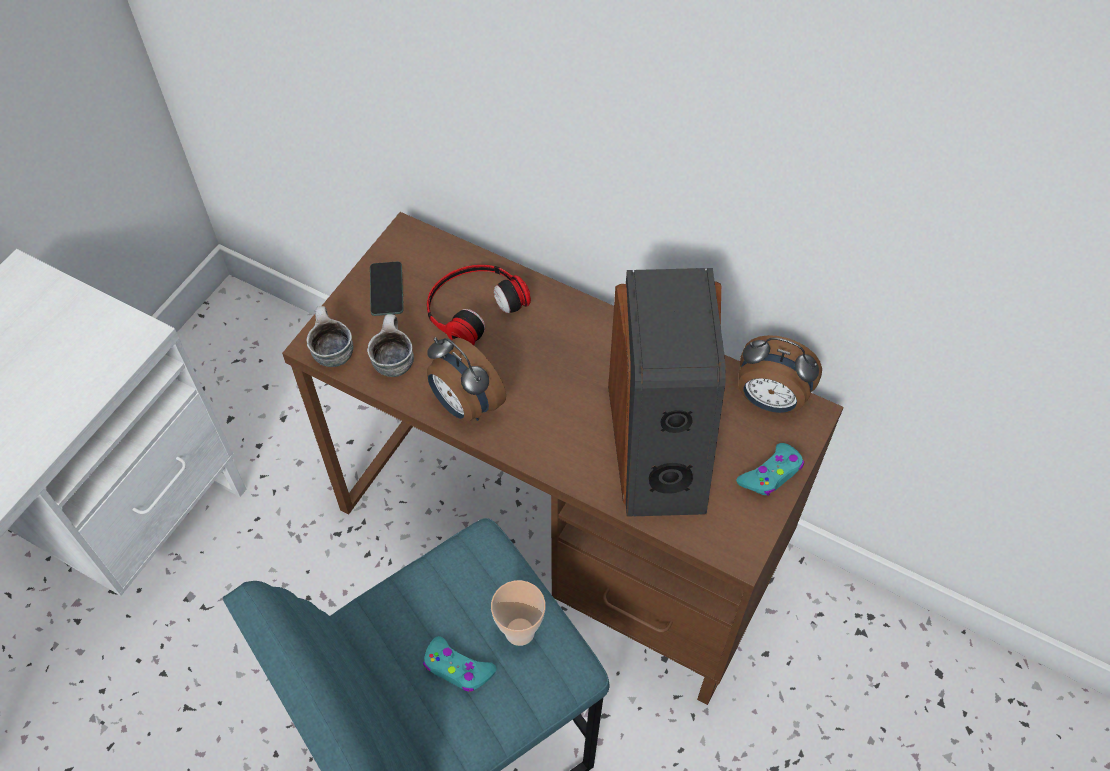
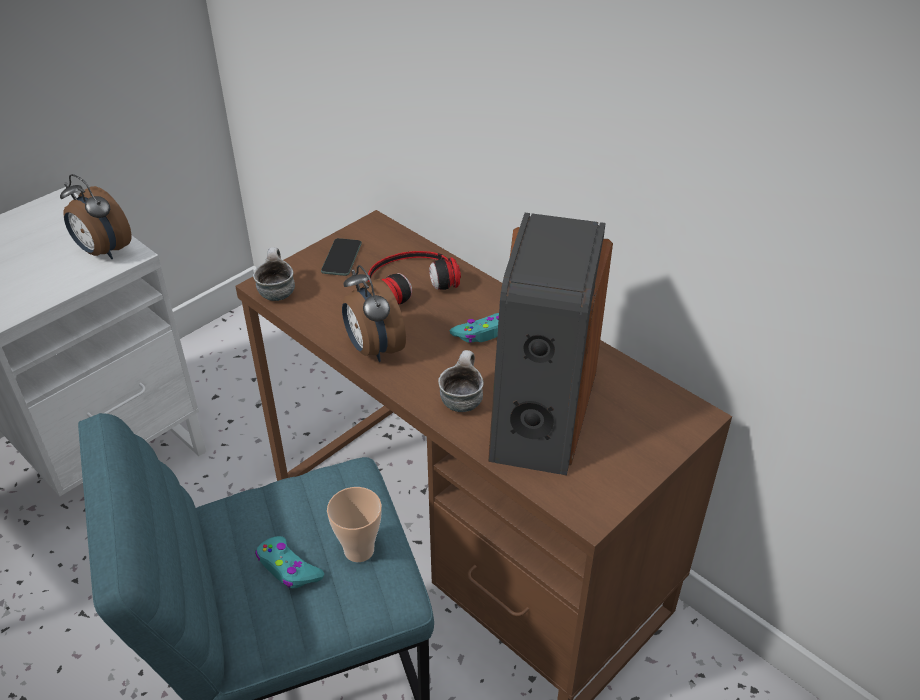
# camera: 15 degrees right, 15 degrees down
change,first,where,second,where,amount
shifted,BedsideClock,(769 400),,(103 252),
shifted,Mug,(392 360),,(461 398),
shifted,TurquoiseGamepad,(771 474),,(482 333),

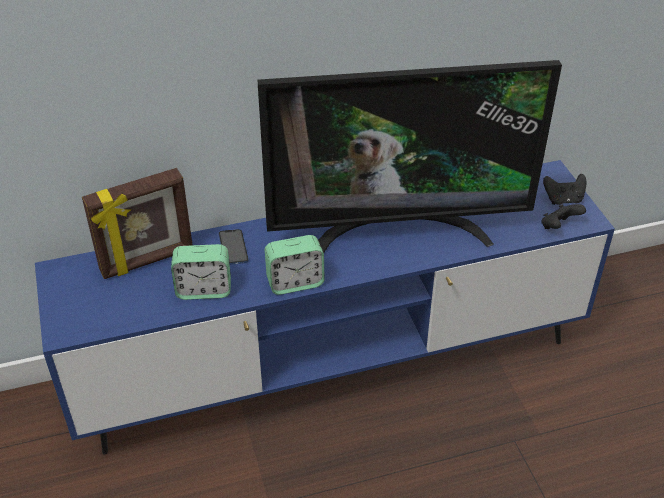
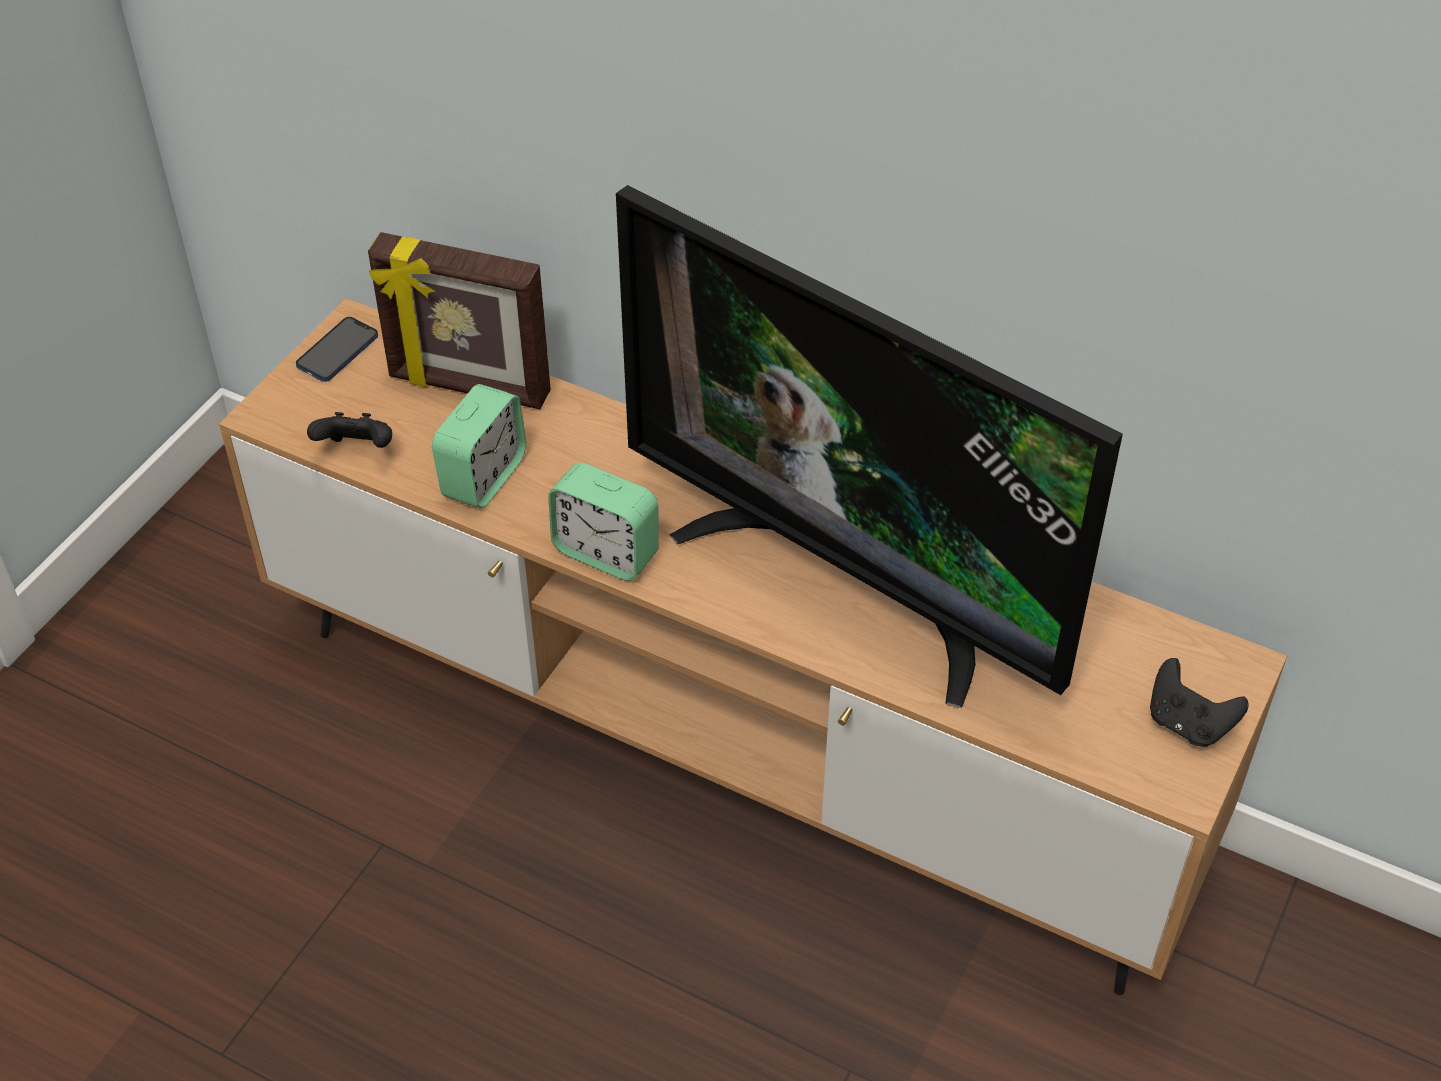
# camera: 45 degrees right, 5 degrees up
change,first,where,second,where,amount
repainted,BluishTvStand,(331 367),BrownColouredTvStand,(722 747),
shifted,Phone,(233 248),,(337 351),
shifted,BlackColouredGamepad,(558 227),,(357 450),
rotated,BedsideClock,(204 290),,(484 477),105 degrees counterclockwise

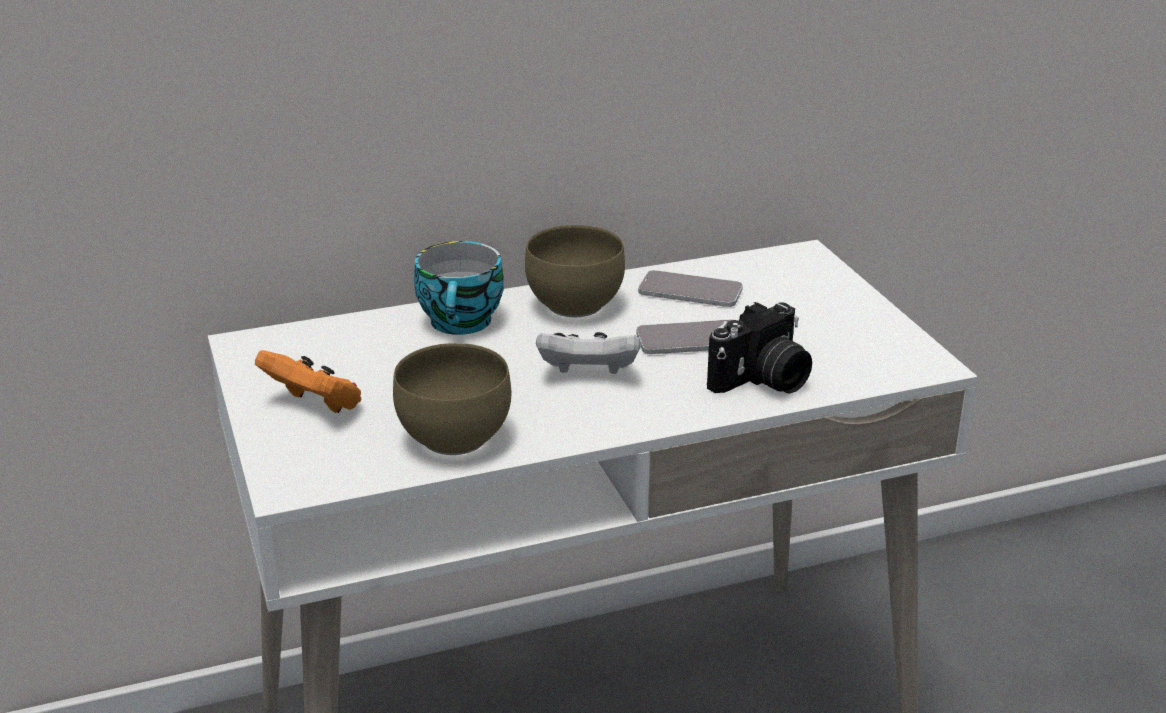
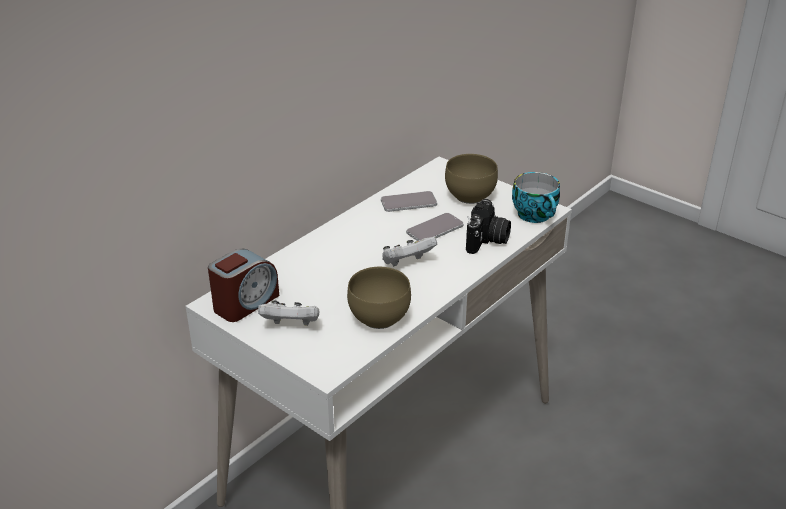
# camera: 30 degrees left, 5 degrees up
change,first,where,second,where,amount
new,,,BedsideClock,(245 303),
repainted,OrangeGamepad,(315 406),WhiteColouredGamepad,(291 325),
shifted,BrownColouredBowl,(571 305),,(468 197),
shifted,Cup,(462 323),,(536 215),

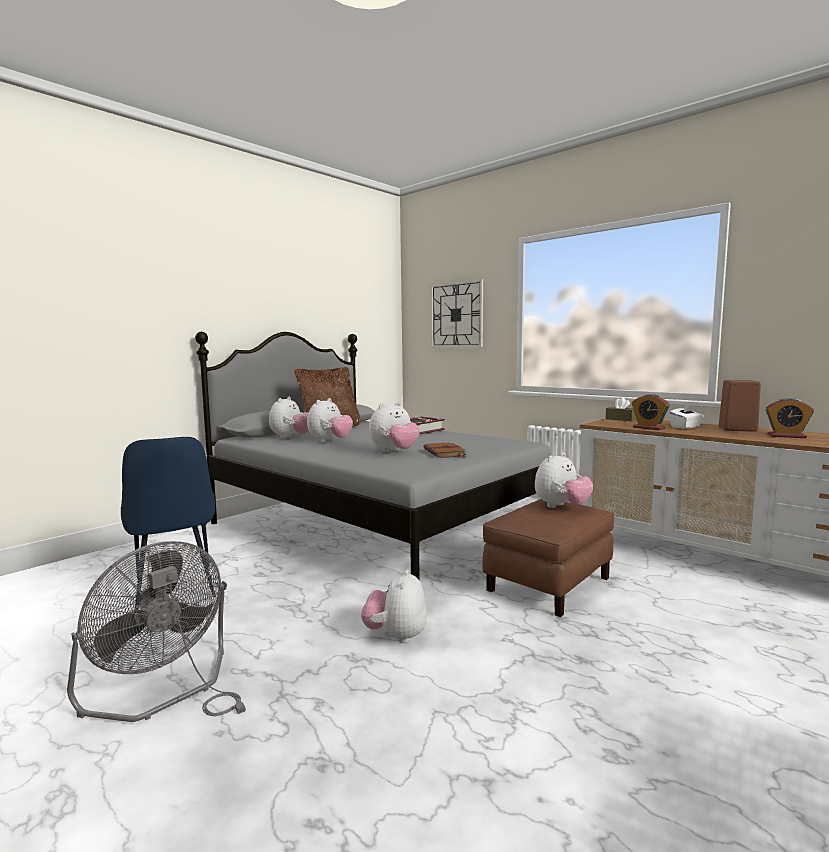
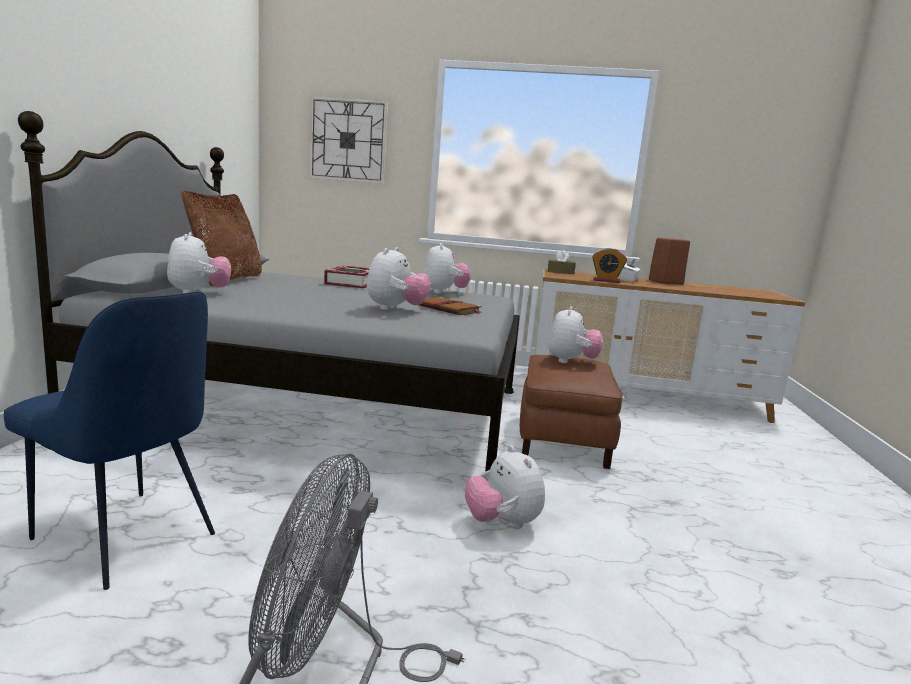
# camera: 35 degrees left, 5 degrees up
change,first,where,second,where,amount
shifted,SoftToy,(330 441),,(444 292),
gone,BedsideClock,(786 436),,,

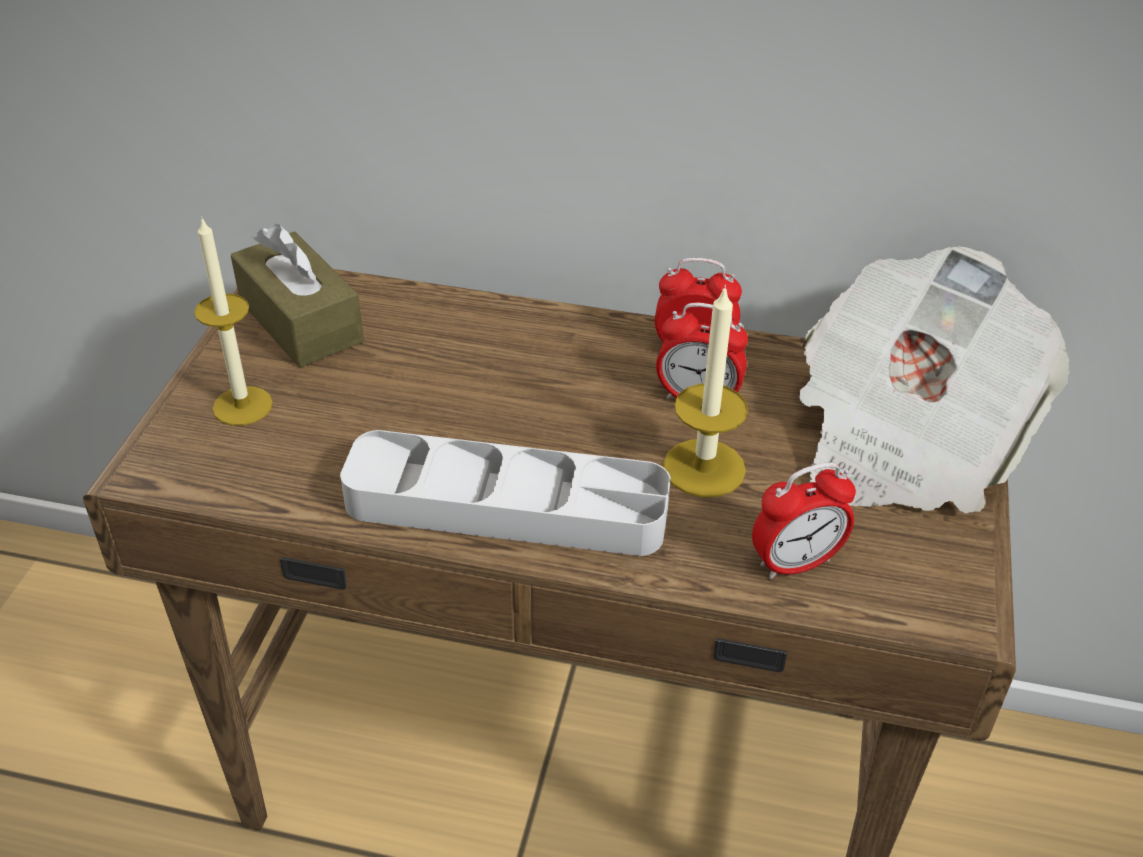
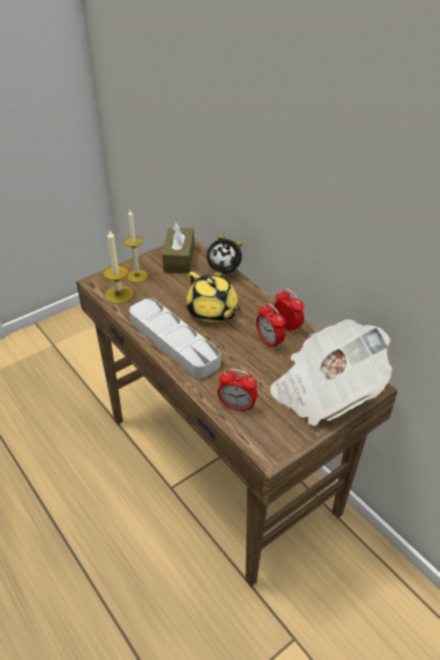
# camera: 40 degrees right, 0 degrees up
change,first,where,second,where,amount
shifted,Candle,(704 468),,(119 294),
new,,,YellowColouredPotForTea,(212 312),
new,,,BedsideClock,(222 275),

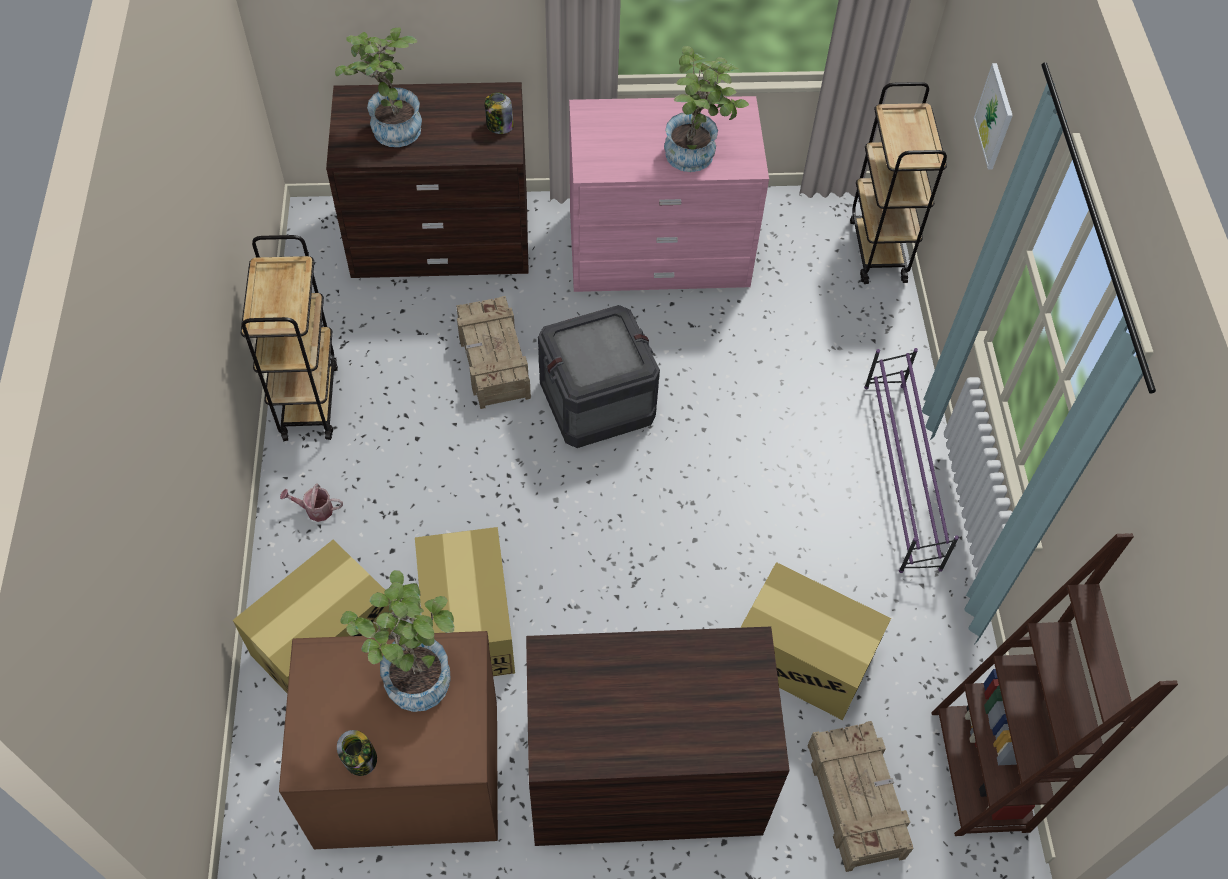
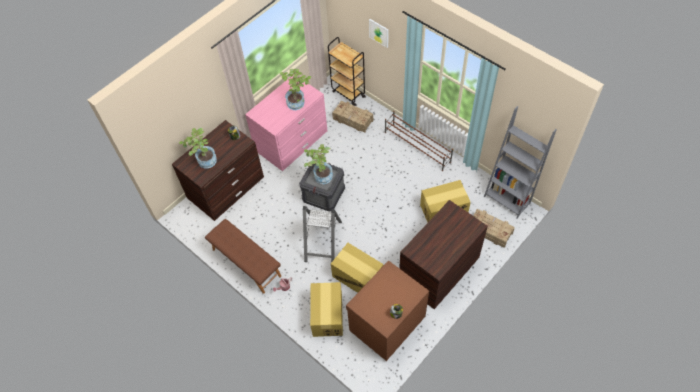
# camera: 40 degrees left, 0 degrees up
change,first,where,second,where,amount
swapped,BrownColouredWheeledCart,(309 402),BrownColouredLongSeat,(246 263),
new,,,GreyishStepStool,(323 242),
shifted,PottedPlant,(414 673),,(320 176),
shifted,PackingCrate,(493 361),,(353 120),
repainted,PurpleShoeShelf,(901 475),BrownColouredShoeShelf,(417 147),
repainted,BrownColouredBookshelf,(980 771),GreyishBookshelf,(507 199),

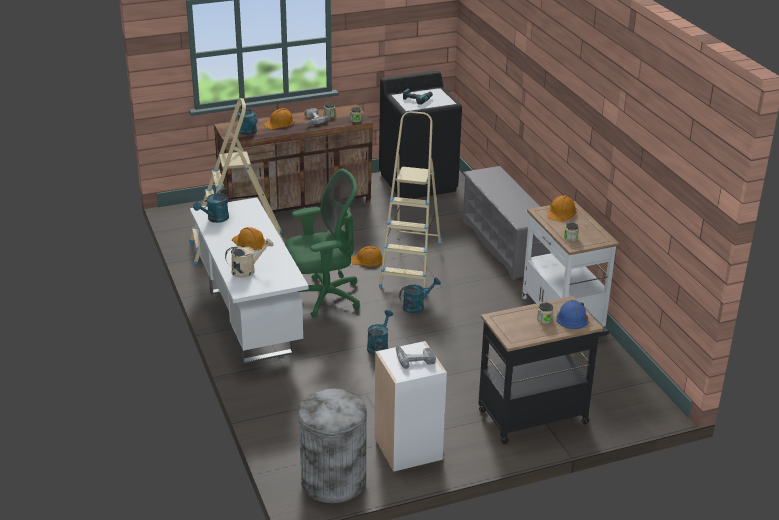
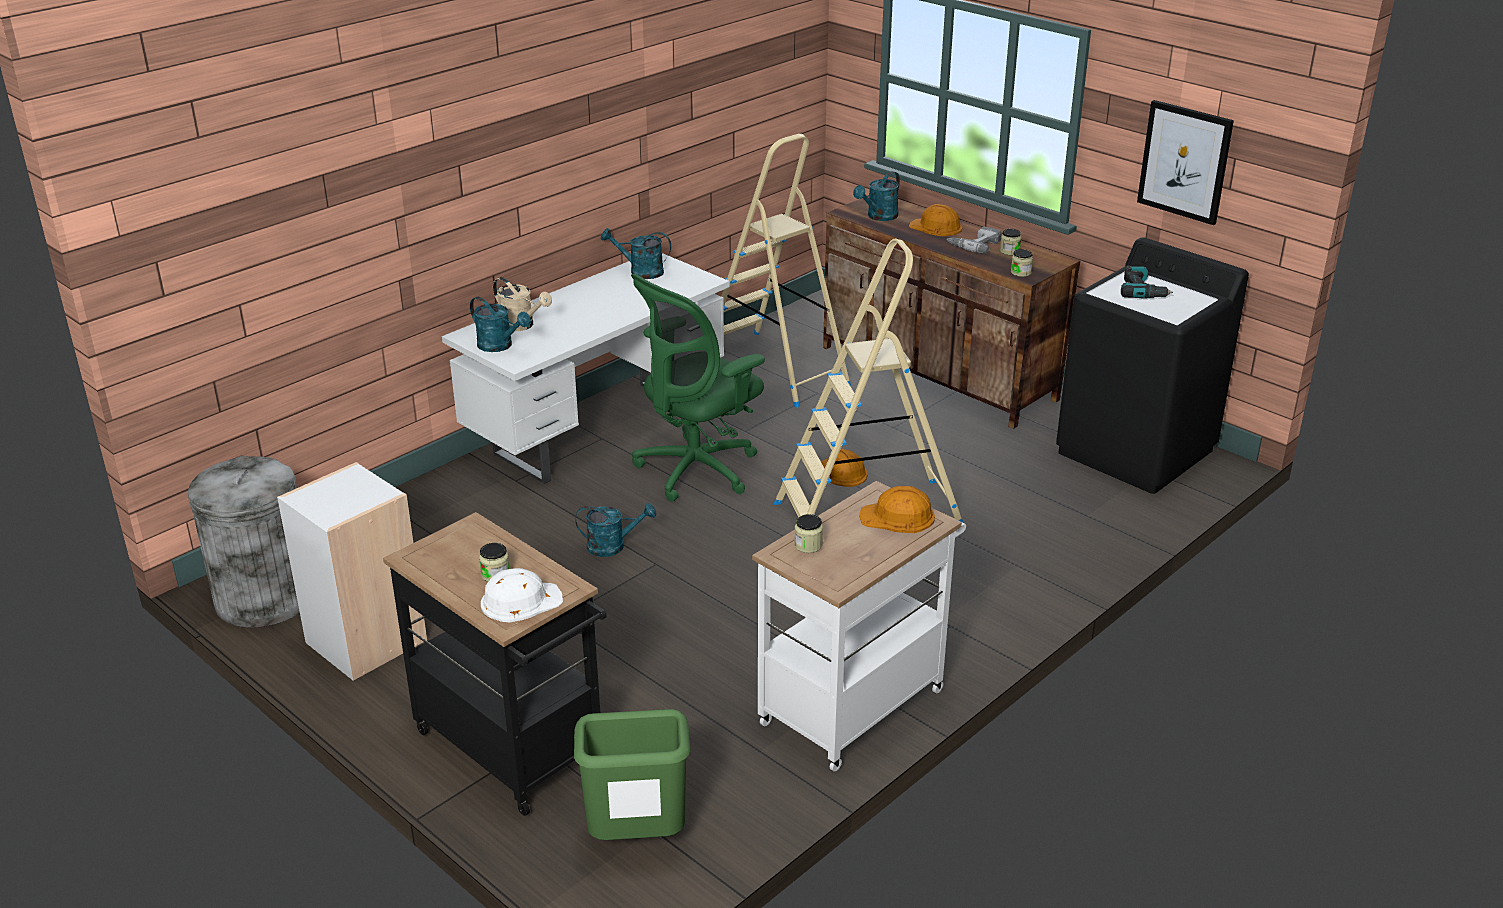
# camera: 65 degrees right, 0 degrees up
change,first,where,second,where,amount
shifted,TurquoiseWateringPot,(417 306),,(500 346),
repainted,BluishWorkHelmet,(571 317),WhiteColouredWorkHelmet,(520 601),
new,,,GreenishRubbishBin,(636 840),
rotated,GreenishDeskChair,(322 298),,(700 466),90 degrees clockwise
new,,,Picture,(1185 161),
gone,OrangeWorkHelmet,(249 242),,,
gone,ElectricDrill,(414 358),,,
gone,GreyishShoeShelf,(504 246),,,

